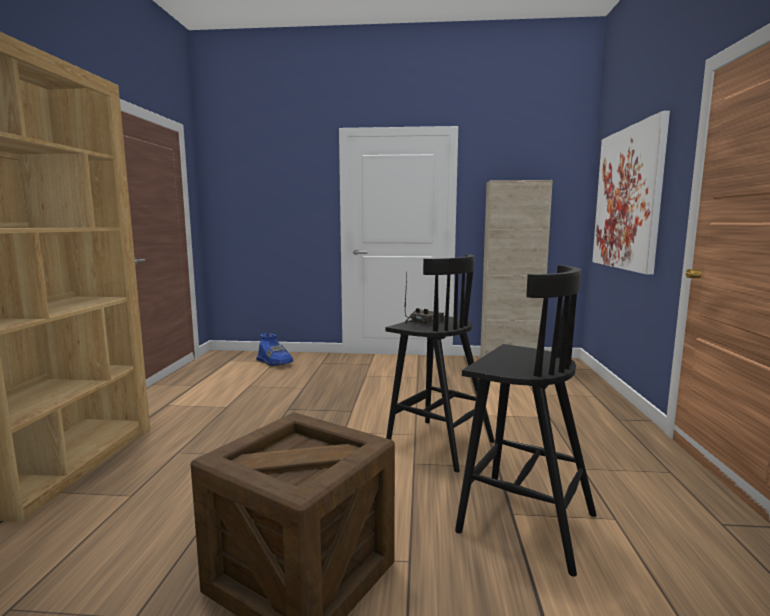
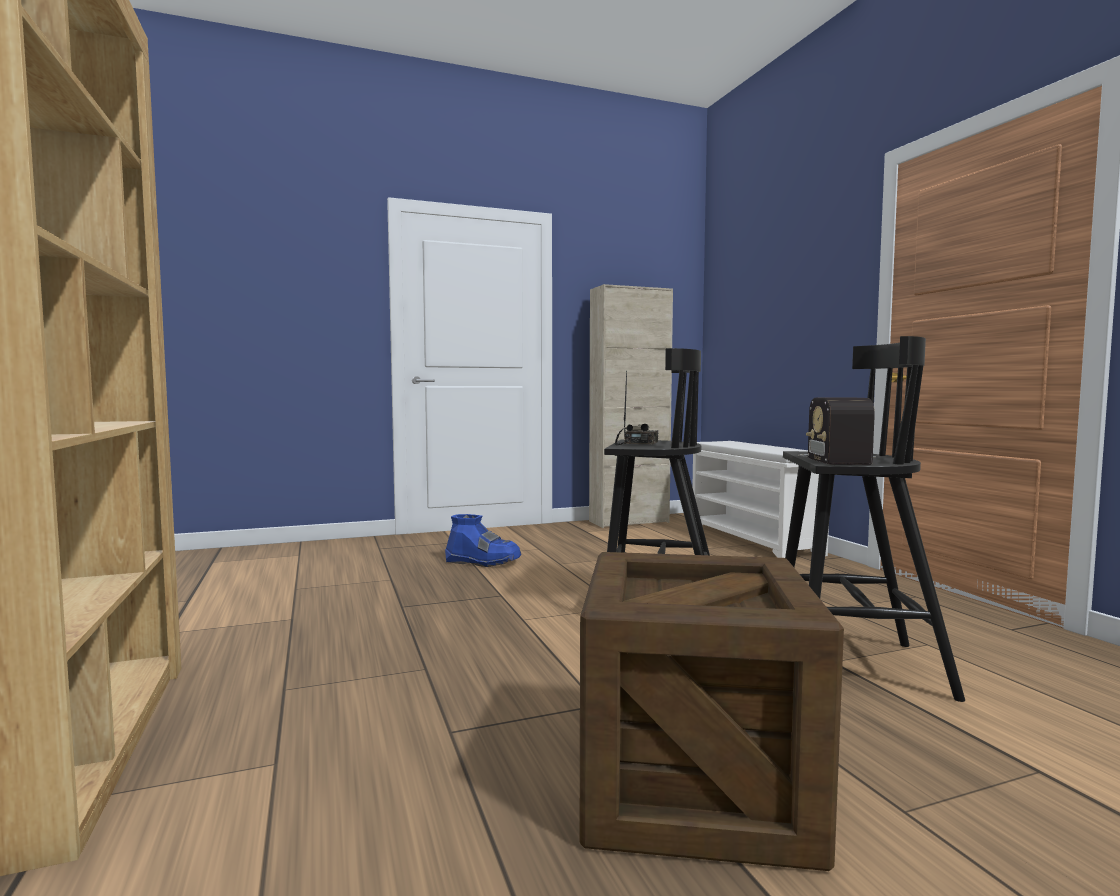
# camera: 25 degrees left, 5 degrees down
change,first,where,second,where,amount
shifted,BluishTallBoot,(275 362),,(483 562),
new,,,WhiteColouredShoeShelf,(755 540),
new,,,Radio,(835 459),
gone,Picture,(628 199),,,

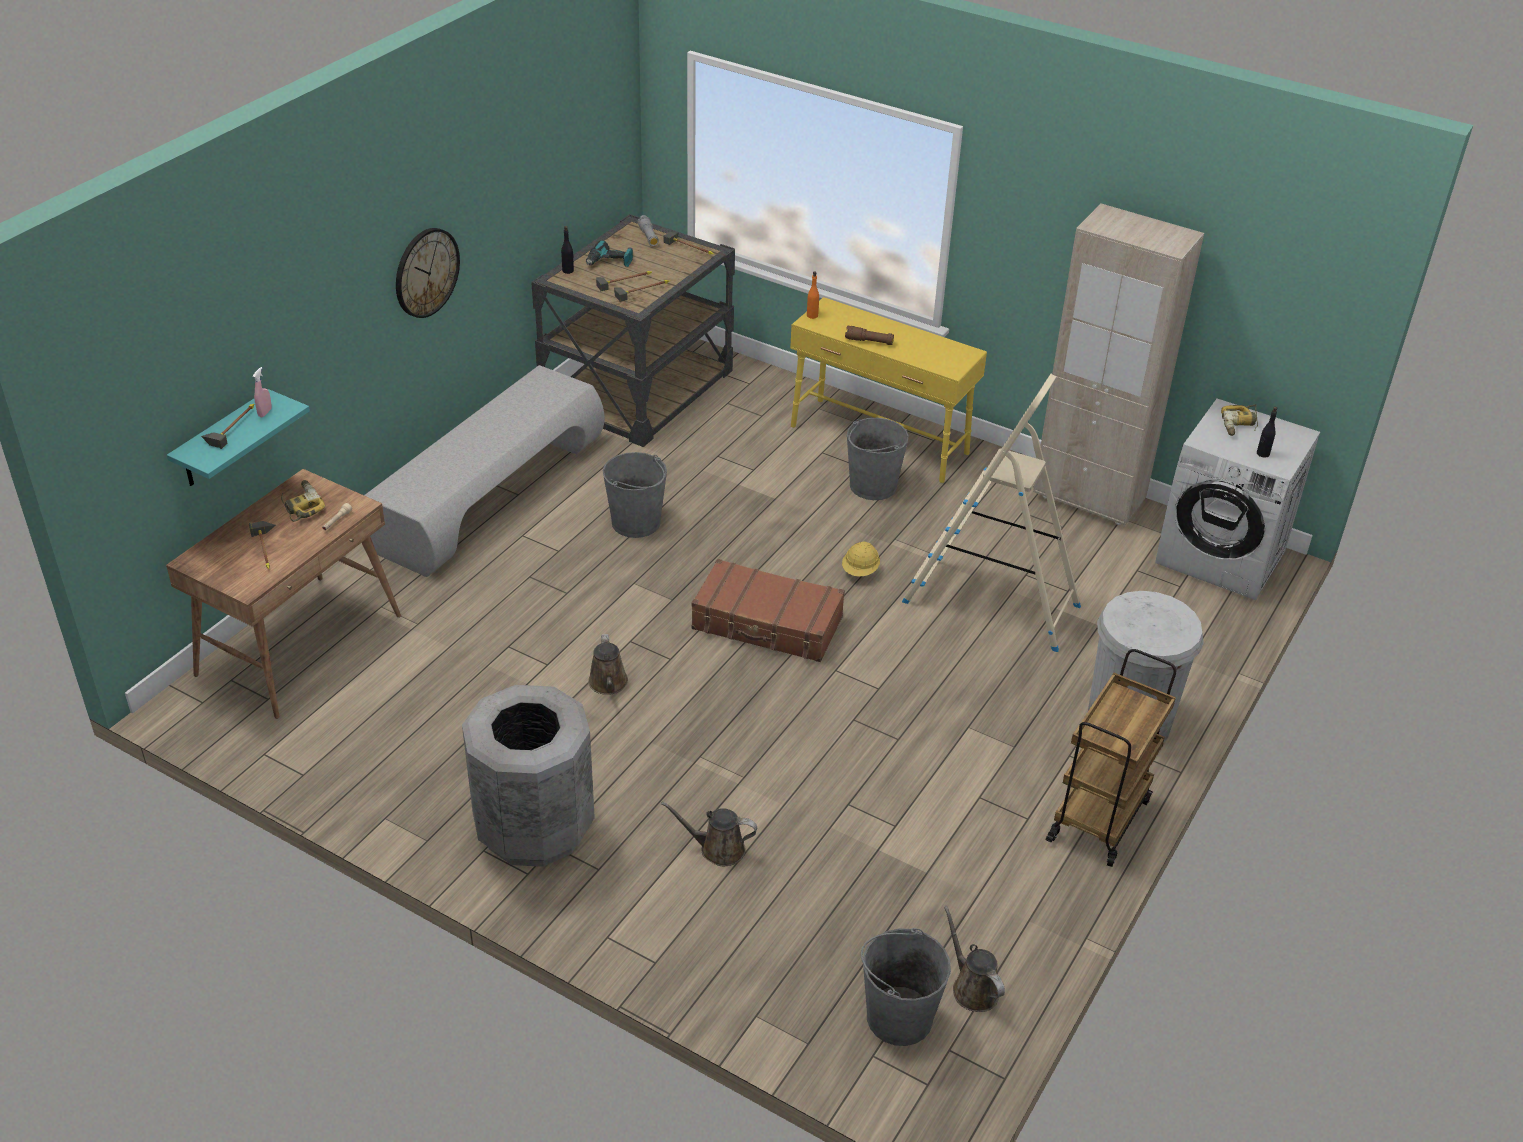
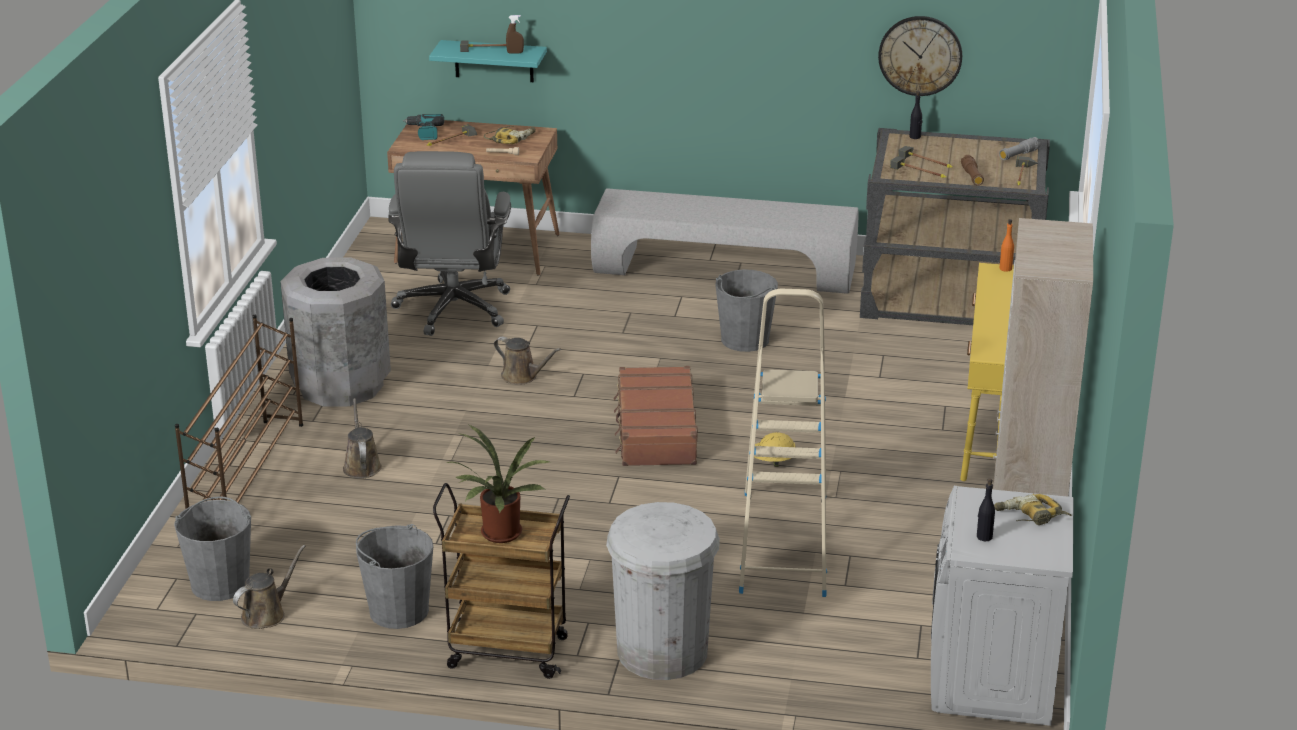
# camera: 70 degrees right, 10 degrees down
change,first,where,second,where,amount
new,,,BrownColouredShoeShelf,(249 478),
shifted,GreyishWaterBucket,(872 486),,(398 610),
new,,,GreyishDeskChair,(453 308),
shifted,ElectricDrill,(609 262),,(424 132),
new,,,PottedPlant,(499 536),
rotated,BrownColouredWateringPot,(608 684),,(522 376),120 degrees counterclockwise
repainted,PinkishSprayBottle,(265 412),BrownColouredSprayBottle,(515 53),
shifted,ClockOnTheWall,(426 272),,(920 55),
shifted,BrownColouredFlashlight,(869 341),,(972 176),

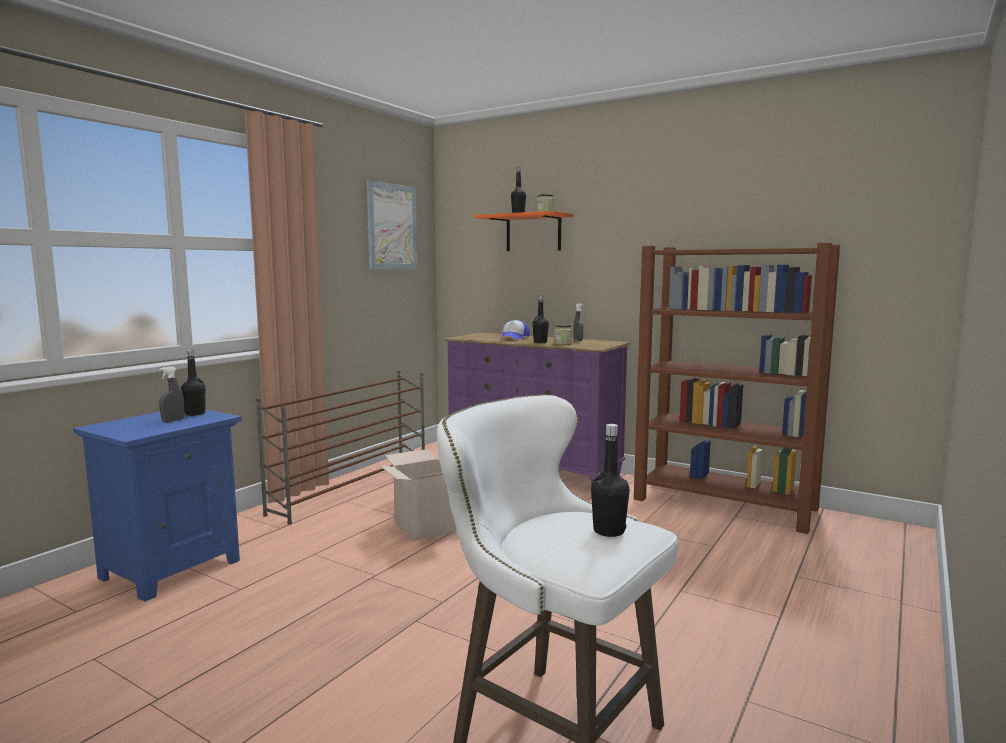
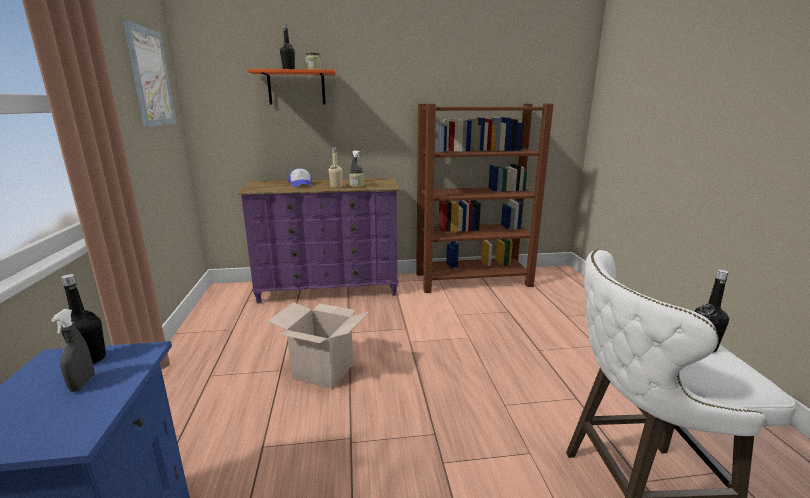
# camera: 40 degrees left, 10 degrees up
change,first,where,second,where,amount
repainted,BlackColouredDrinkBottle,(540 342),SandColouredDrinkBottle,(336 187),
gone,BrownColouredShoeShelf,(353 489),,,

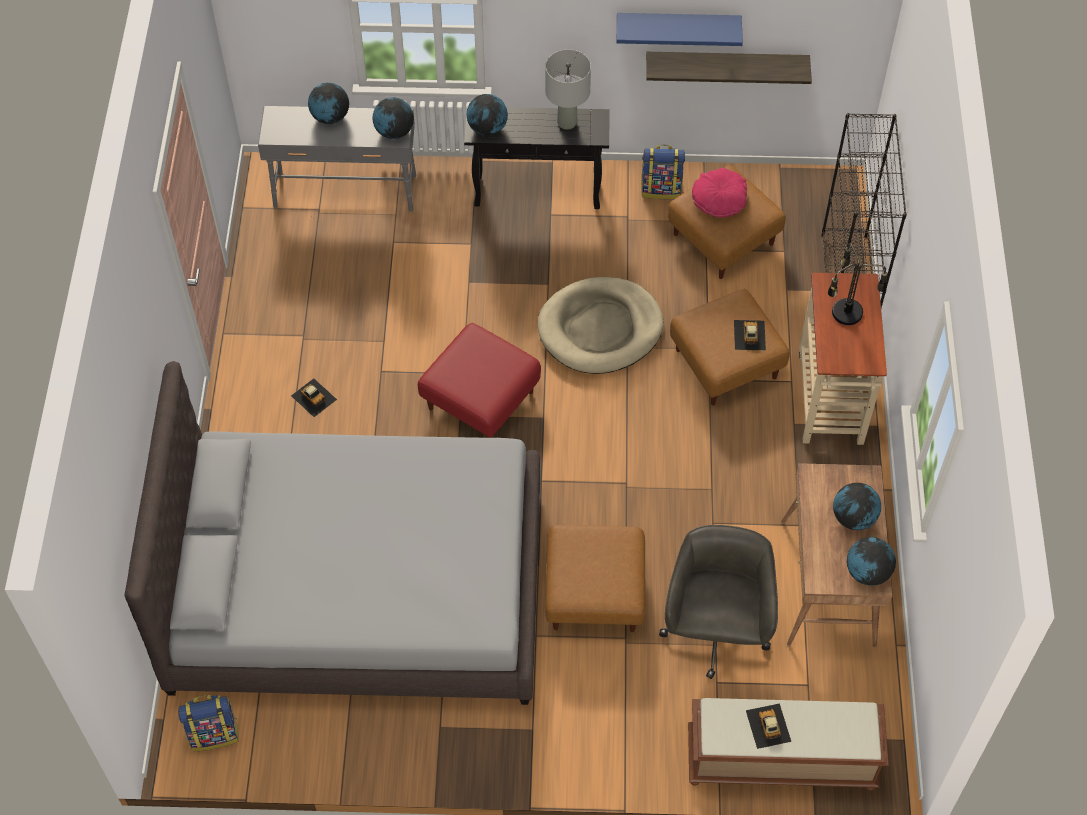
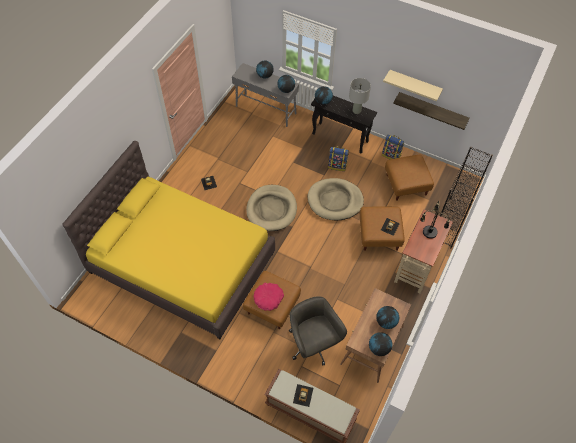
# camera: 25 degrees right, 0 degrees up
change,first,where,second,where,amount
repainted,GreyishBedroomBed,(357 587),YellowColouredBedroomBed,(182 262),
swapped,ReddishPouffe,(480 399),SandColouredDogBed,(271 209),
shifted,PinkishPillow,(718 199),,(268 298),
rotated,GreyishDeskChair,(715 631),,(313 344),60 degrees counterclockwise
shifted,Knapsack,(214 733),,(337 165),
repainted,BluishWallShelf,(678 26),SandColouredWallShelf,(414 84),

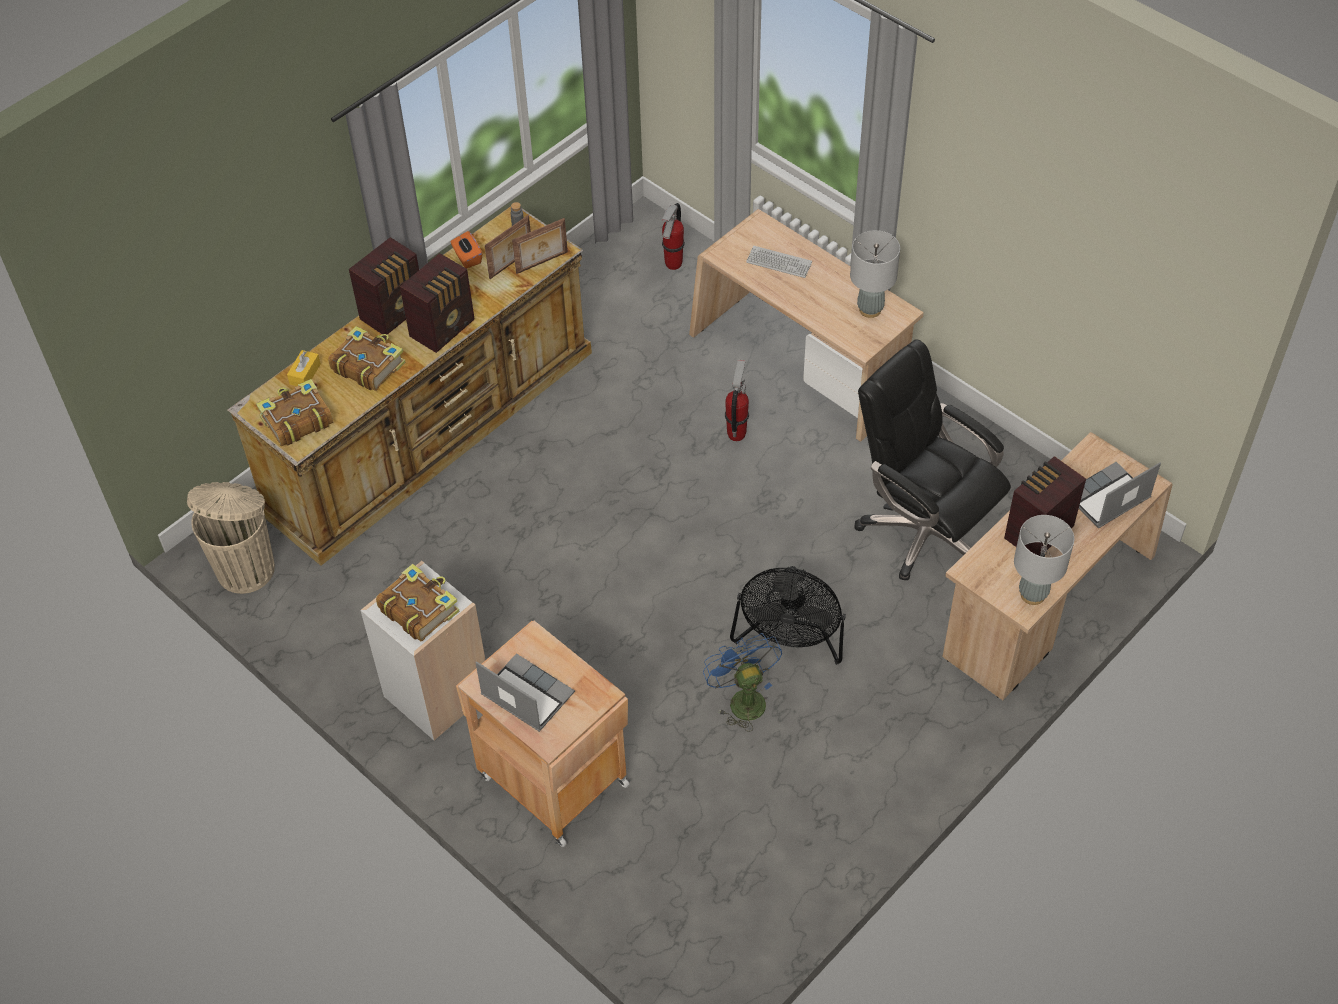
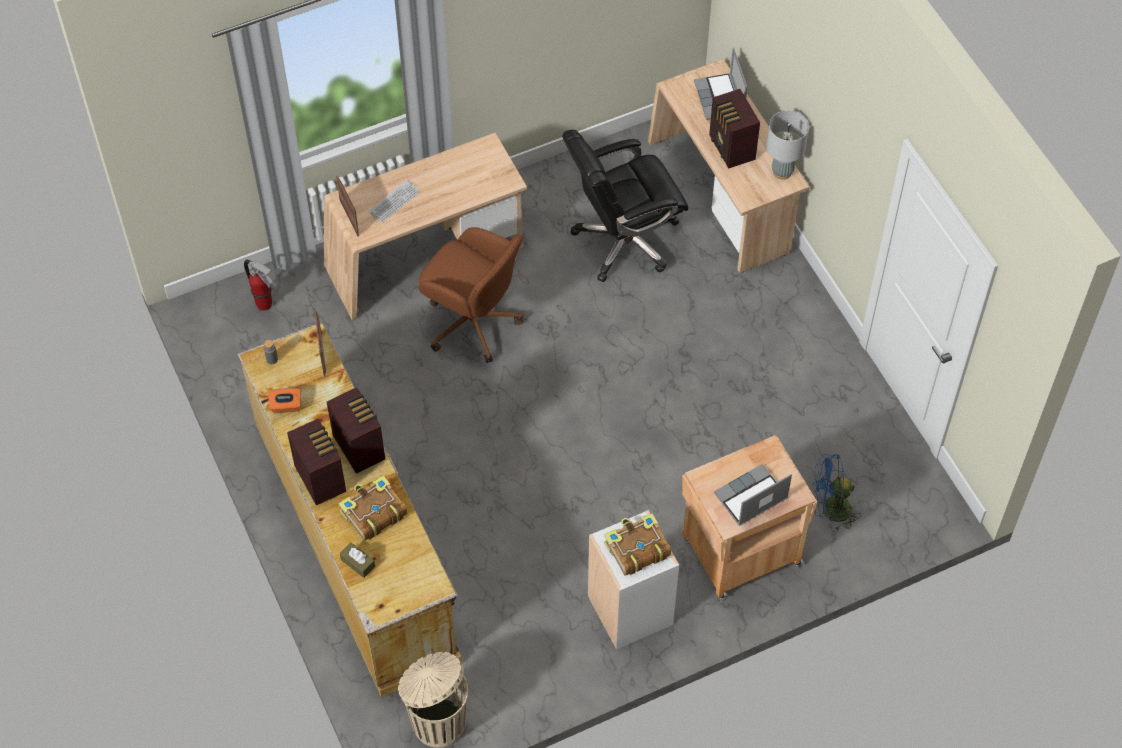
# camera: 70 degrees left, 5 degrees up
change,first,where,second,where,amount
shifted,PhotoFrame,(511 264),,(350 217),
repainted,YellowColouredBoxOfTissues,(305 374),BrownColouredBoxOfTissues,(358 563),
swapped,FireExtinguisher,(736 434),BrownColouredDeskChair,(472 324),
shifted,BluishCoolingFan,(742 699),,(830 510),
gone,Volume,(296 420),,,
gone,BlackColouredCoolingFan,(787 634),,,
gone,GreyishLampForATable,(870 309),,,

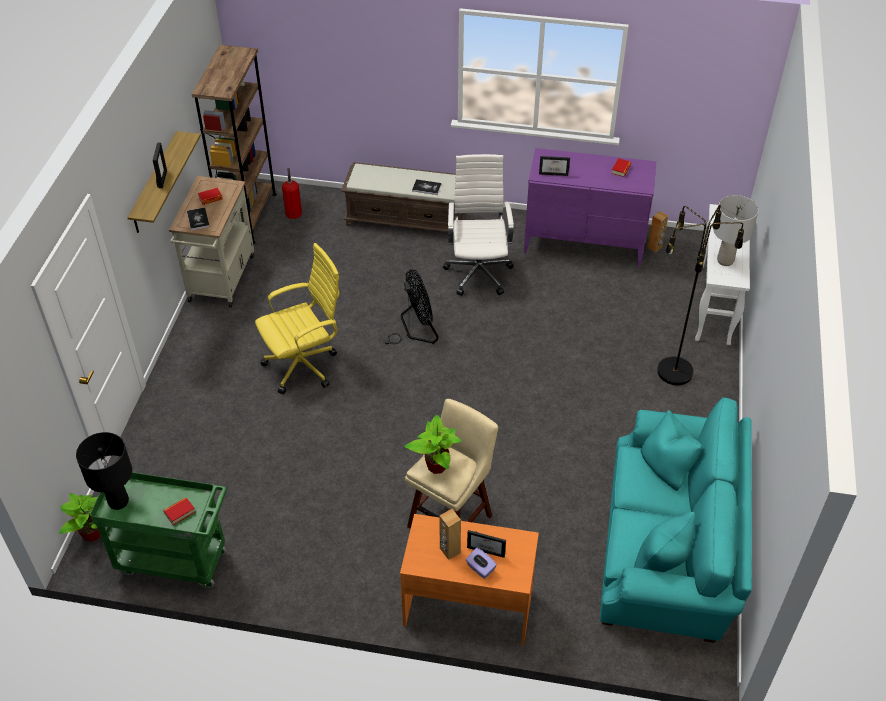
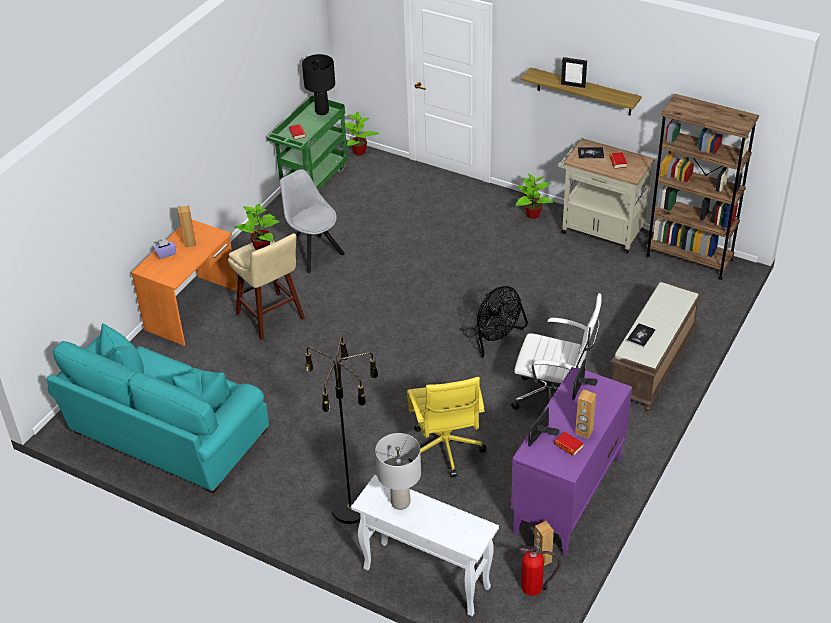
# camera: 110 degrees right, 5 degrees down
change,first,where,second,where,amount
new,,,GreyishUprightChair,(313 252),
shifted,YellowColouredDeskChair,(304 365),,(446 451),
rotated,BlackColouredCoolingFan,(414 327),,(492 338),45 degrees counterclockwise
new,,,PottedPlant,(532 214),
shifted,FireExtinguisher,(293 212),,(534 587),
shifted,PhotoFrame,(487 549),,(541 437),
new,,,BrownColouredAudioSpeaker,(584 432),

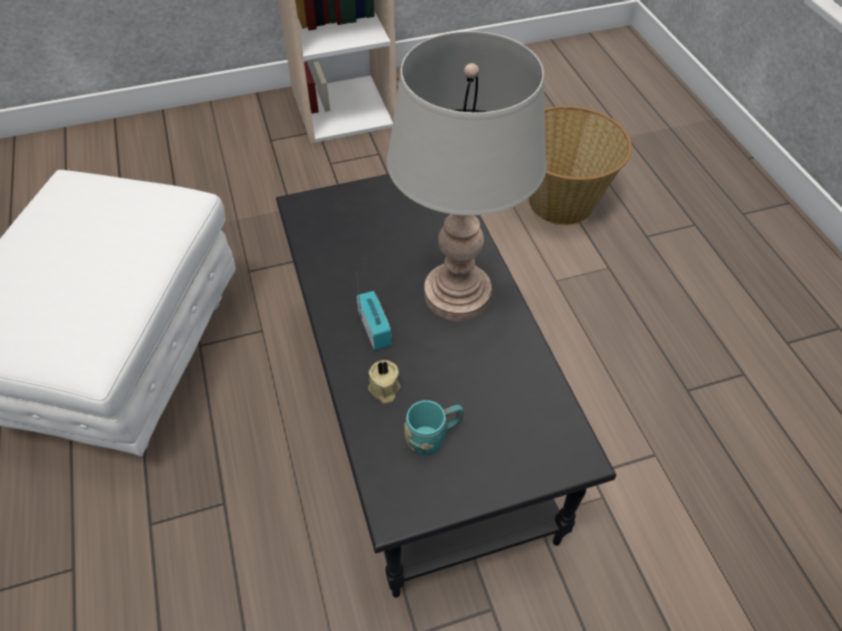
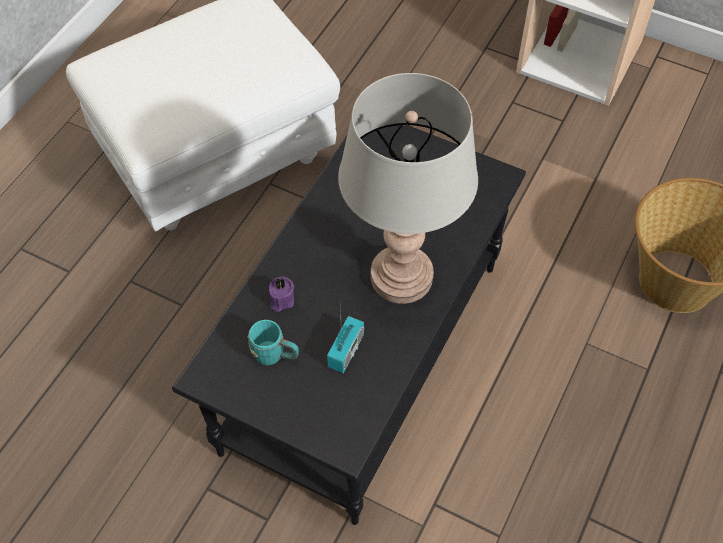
# camera: 45 degrees right, 5 degrees up
change,first,where,second,where,amount
repainted,SandColouredCandle,(384 389),PurpleCandle,(281 300),
shifted,Radio,(375 329),,(346 351),

